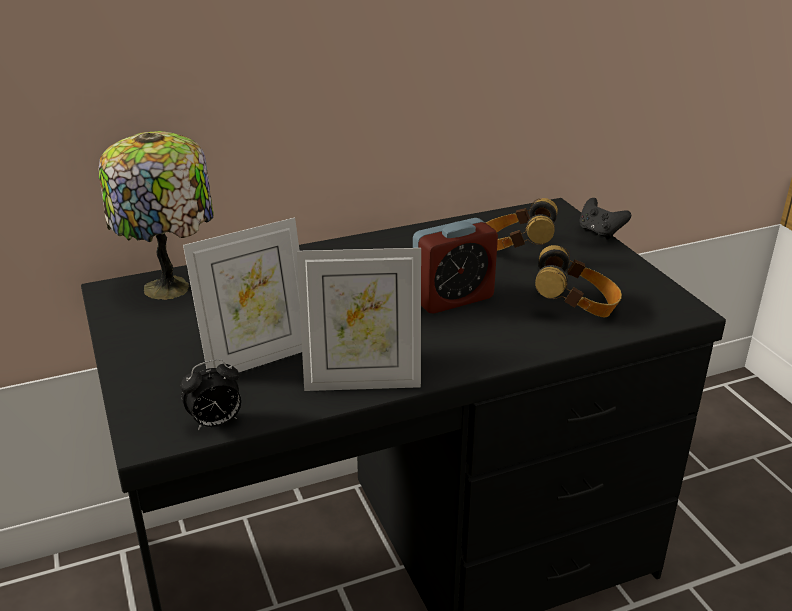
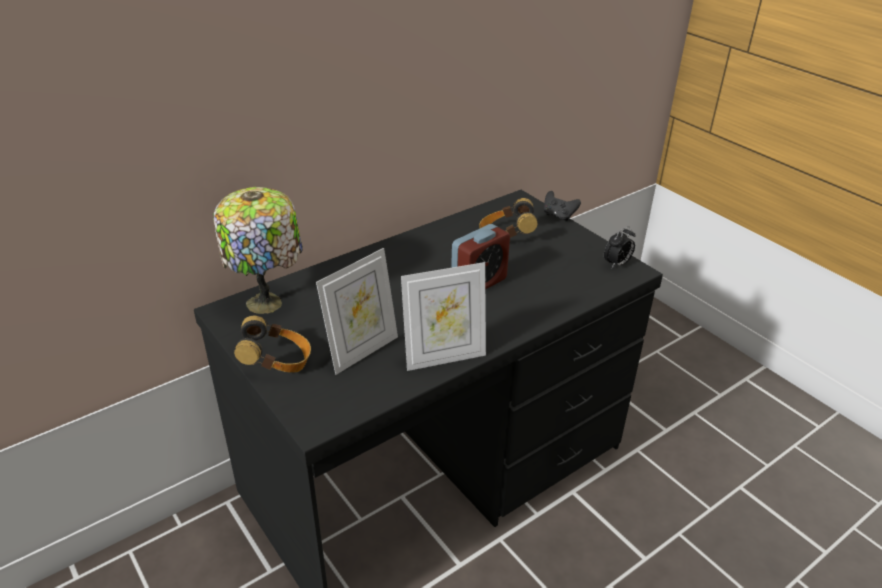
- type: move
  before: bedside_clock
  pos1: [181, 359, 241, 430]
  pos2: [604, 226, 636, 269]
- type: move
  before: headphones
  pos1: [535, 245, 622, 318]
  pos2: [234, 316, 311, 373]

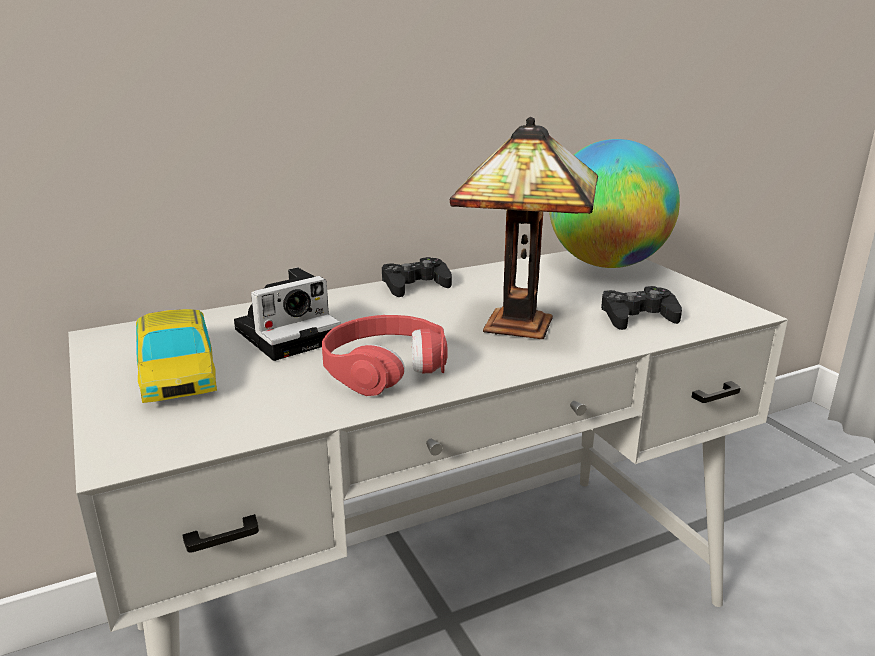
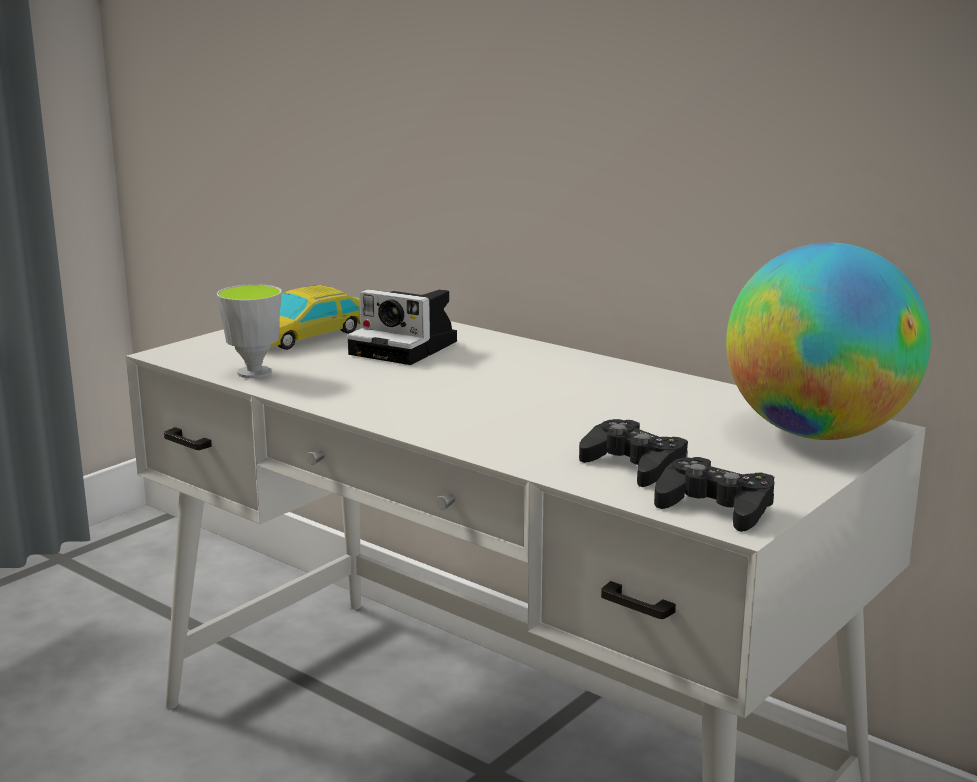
- type: delete
  before: reddish_headphones
  pos1: [322, 315, 448, 396]
- type: move
  before: blackish_gamepad
  pos1: [382, 257, 452, 297]
  pos2: [654, 457, 774, 532]
- type: delete
  before: lamp_for_a_table
  pos1: [449, 117, 598, 339]
- type: insert
  after: drinking_cup
  pos2: [217, 284, 282, 378]

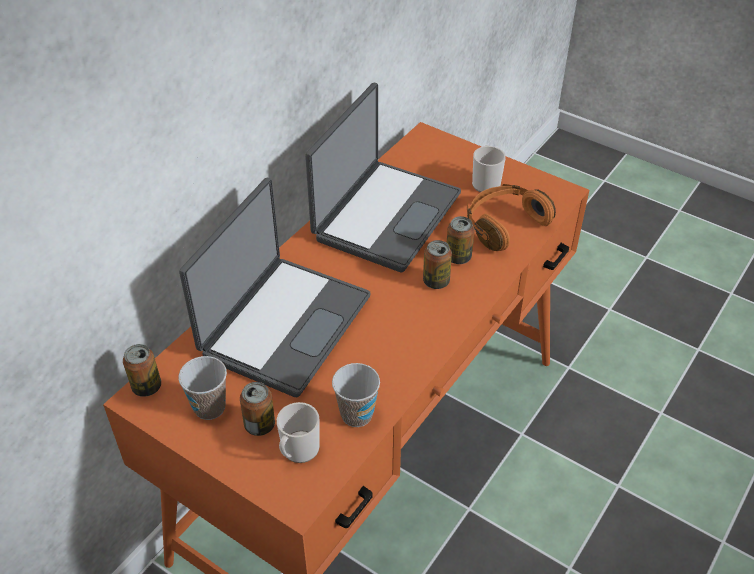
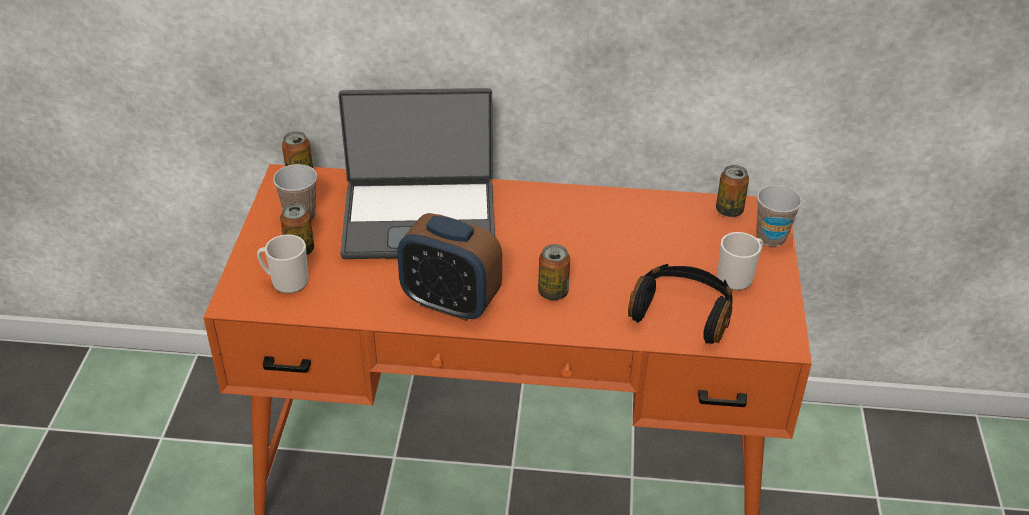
- type: delete
  before: portable_computer
  pos1: [305, 83, 461, 273]
- type: move
  before: drinking_cup
  pos1: [332, 363, 380, 427]
  pos2: [757, 185, 802, 247]
- type: move
  before: sealed_can
  pos1: [447, 216, 475, 264]
  pos2: [716, 165, 749, 217]
- type: recolor
  before: orange-coloured_headphones
  after: blackish_headphones
  pos1: [467, 184, 556, 251]
  pos2: [628, 264, 733, 344]
- type: insert
  after: bedside_clock
  pos2: [397, 213, 502, 321]

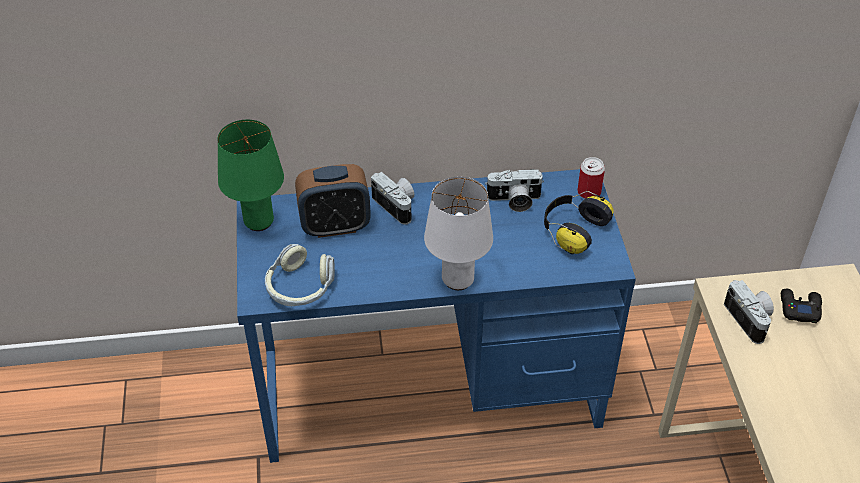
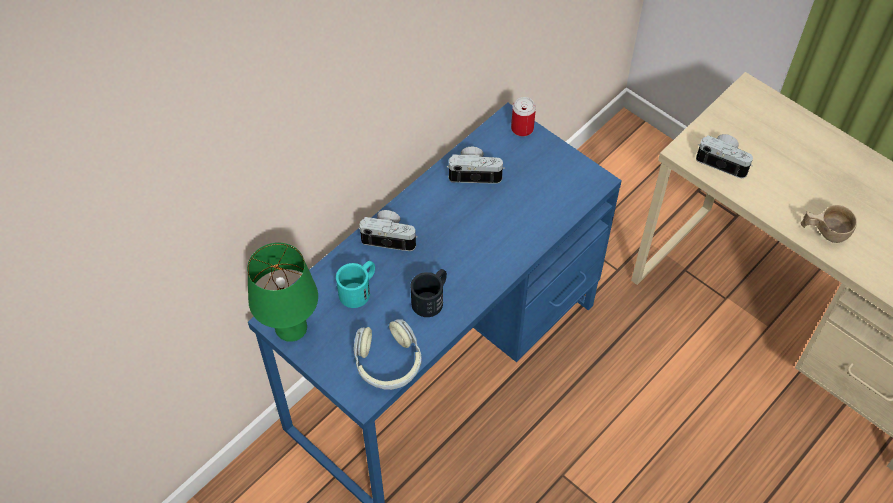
- type: replace
  before: bedside_clock
  after: turquoise_mug
  pos1: [295, 164, 371, 238]
  pos2: [336, 261, 375, 308]
- type: delete
  before: whitish_lamp_for_a_table
  pos1: [424, 177, 493, 290]
- type: rotate
  before: still_camera
  pos1: [485, 169, 544, 212]
  pos2: [448, 147, 505, 184]
  turn: -135
- type: delete
  before: headphones
  pos1: [544, 191, 614, 254]
- type: delete
  before: blackish_gamepad
  pos1: [781, 289, 822, 323]
- type: insert
  after: blackish_mug
  pos2: [410, 269, 447, 317]
- type: insert
  after: beige_drinking_cup
  pos2: [801, 205, 857, 243]

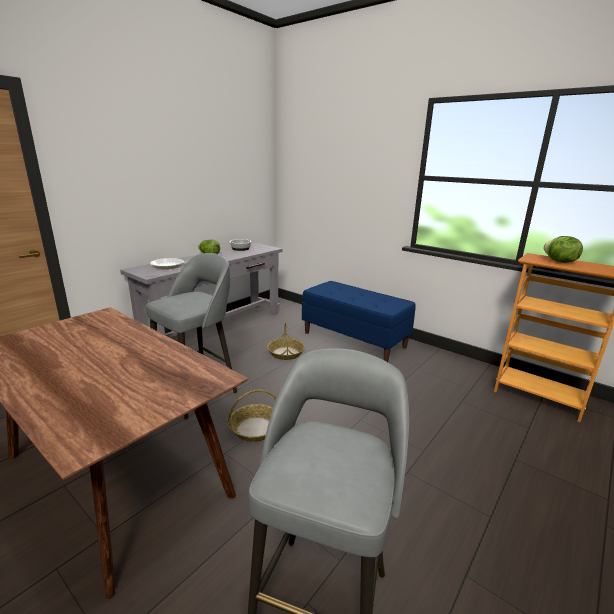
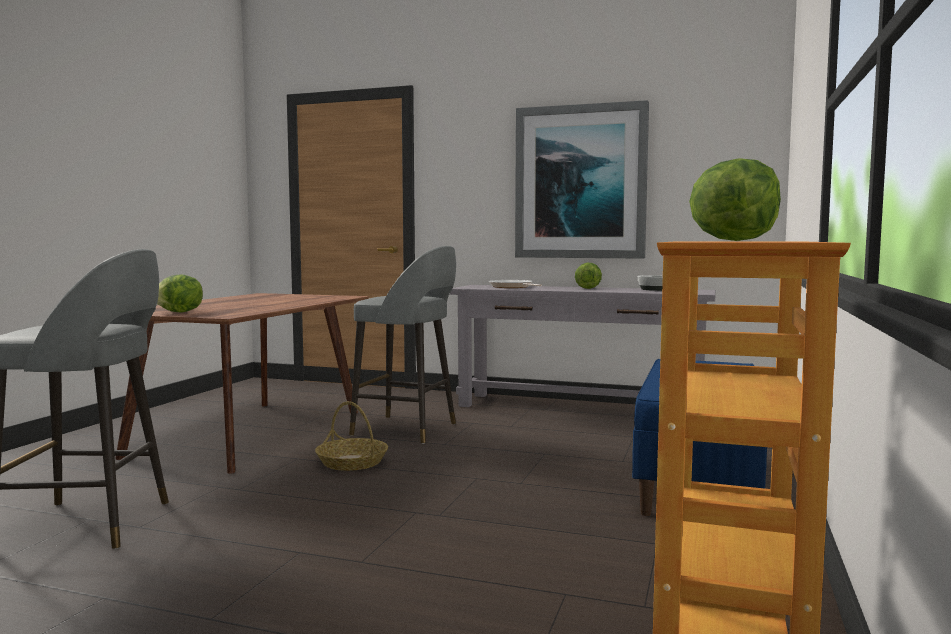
- type: delete
  before: household_basket
  pos1: [267, 322, 305, 360]
- type: insert
  after: head_of_lettuce
  pos2: [157, 274, 203, 312]
- type: insert
  after: wall_picture
  pos2: [515, 100, 649, 259]

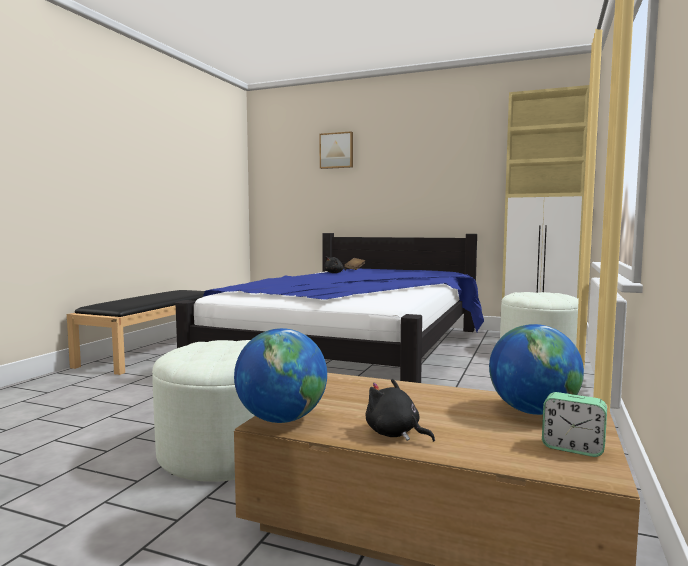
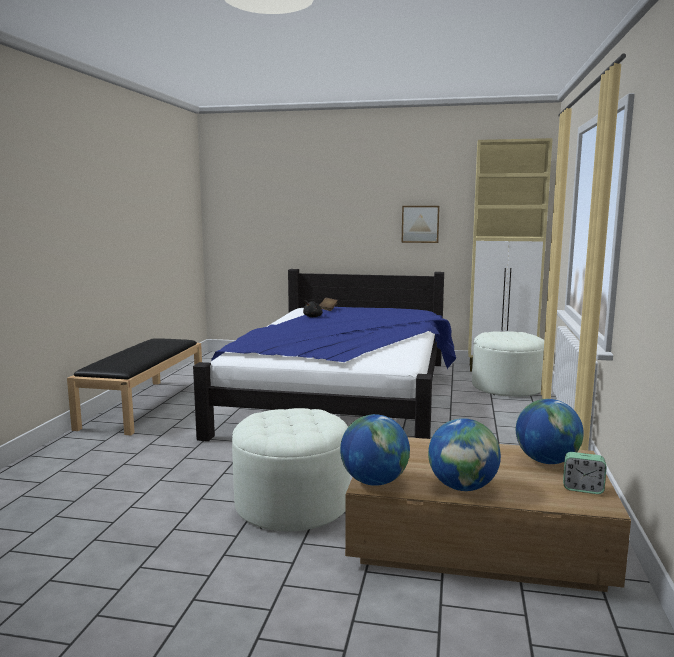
- type: move
  before: wall_picture
  pos1: [320, 131, 353, 169]
  pos2: [402, 206, 440, 243]
- type: replace
  before: blackish_soft_toy
  after: globe
  pos1: [365, 379, 435, 442]
  pos2: [428, 418, 501, 491]

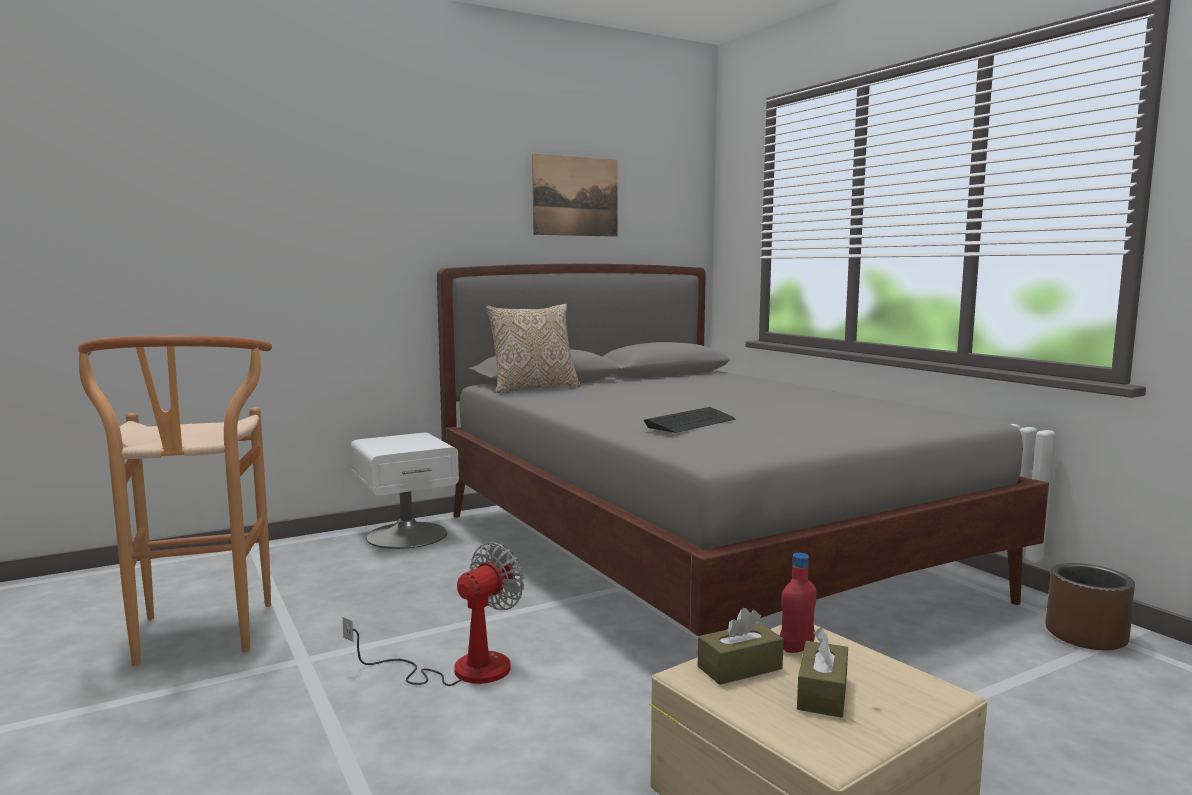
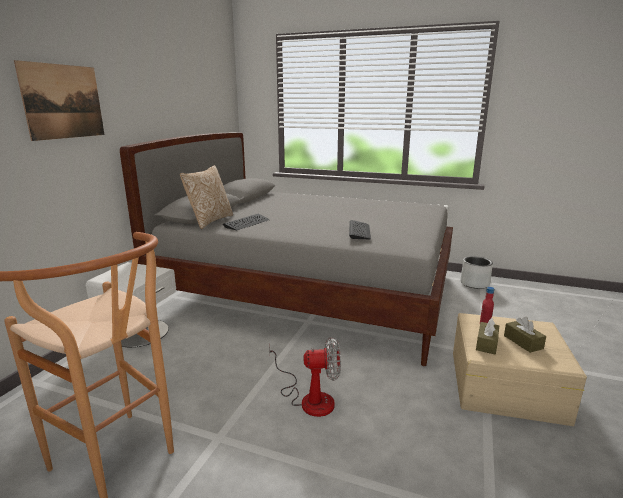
- type: rotate
  before: cooling_fan
  pos1: [343, 542, 524, 686]
  pos2: [269, 337, 341, 417]
  turn: 90
- type: move
  before: wall_picture
  pos1: [532, 154, 618, 237]
  pos2: [14, 60, 104, 141]
- type: recolor
  before: brownish_flower_pot
  after: greyish_flower_pot
  pos1: [1045, 563, 1135, 651]
  pos2: [460, 256, 493, 289]
- type: insert
  after: keyboard
  pos2: [223, 214, 269, 230]

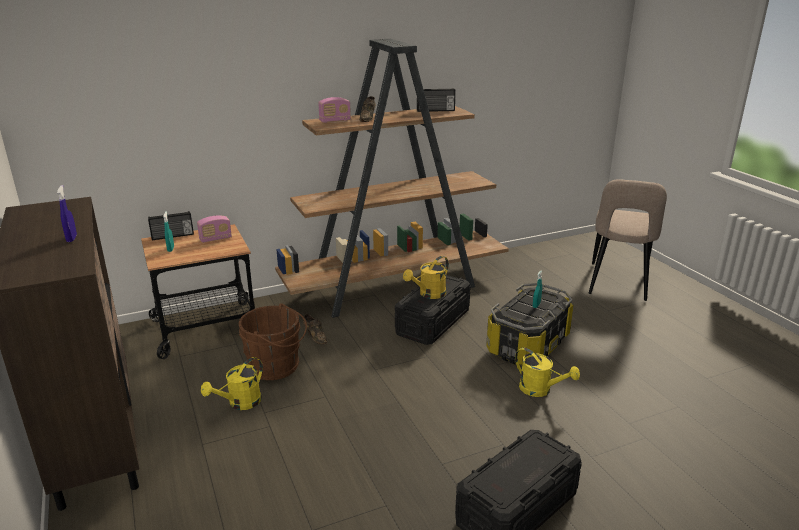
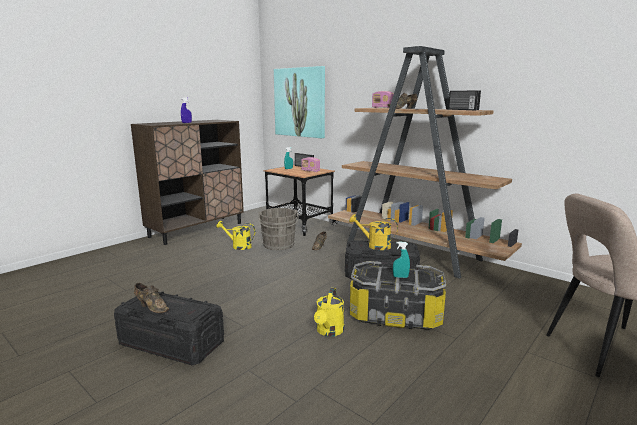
- type: recolor
  before: brownish_pail
  after: greyish_pail
  pos1: [239, 303, 307, 380]
  pos2: [258, 208, 299, 250]
- type: insert
  after: brownish_low_shoe
  pos2: [134, 283, 169, 313]
- type: insert
  after: wall_picture
  pos2: [274, 66, 325, 138]

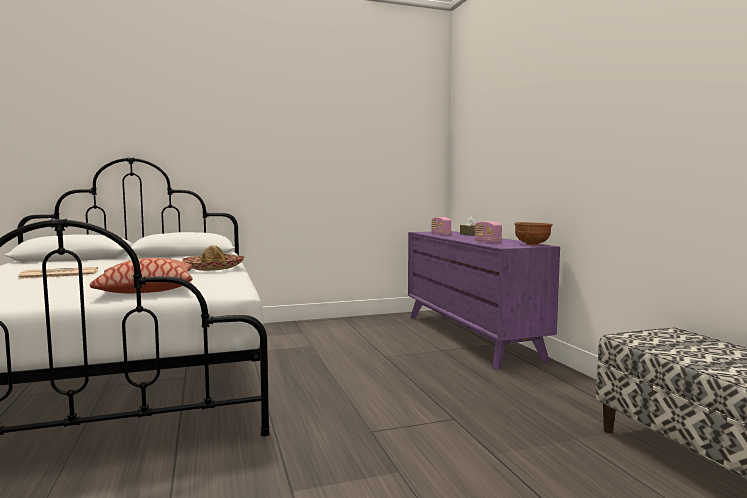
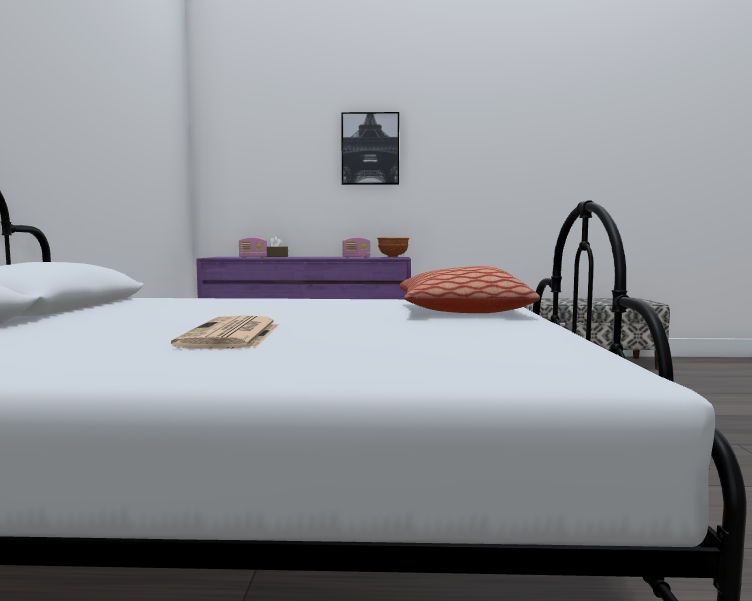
- type: delete
  before: hat
  pos1: [182, 245, 245, 271]
- type: insert
  after: wall_picture
  pos2: [341, 112, 399, 185]

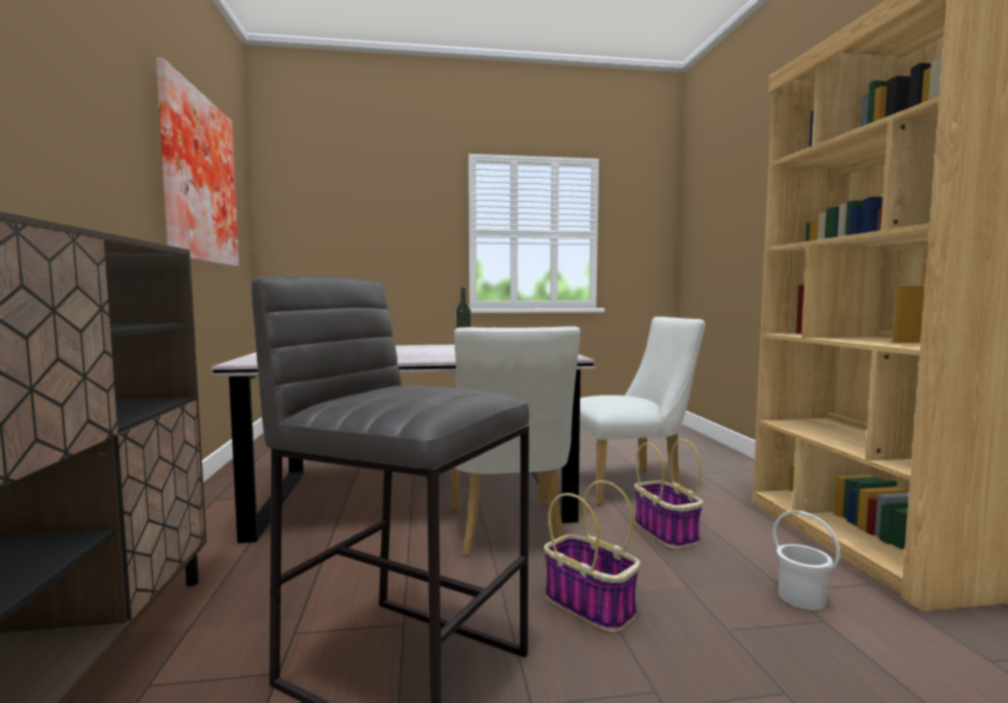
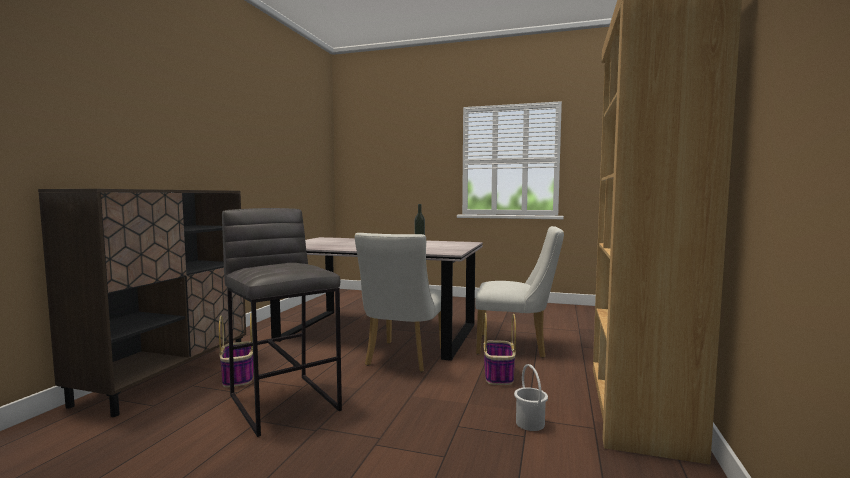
- type: delete
  before: wall_picture
  pos1: [156, 58, 239, 266]
- type: move
  before: household_basket
  pos1: [544, 480, 640, 633]
  pos2: [219, 314, 254, 388]

